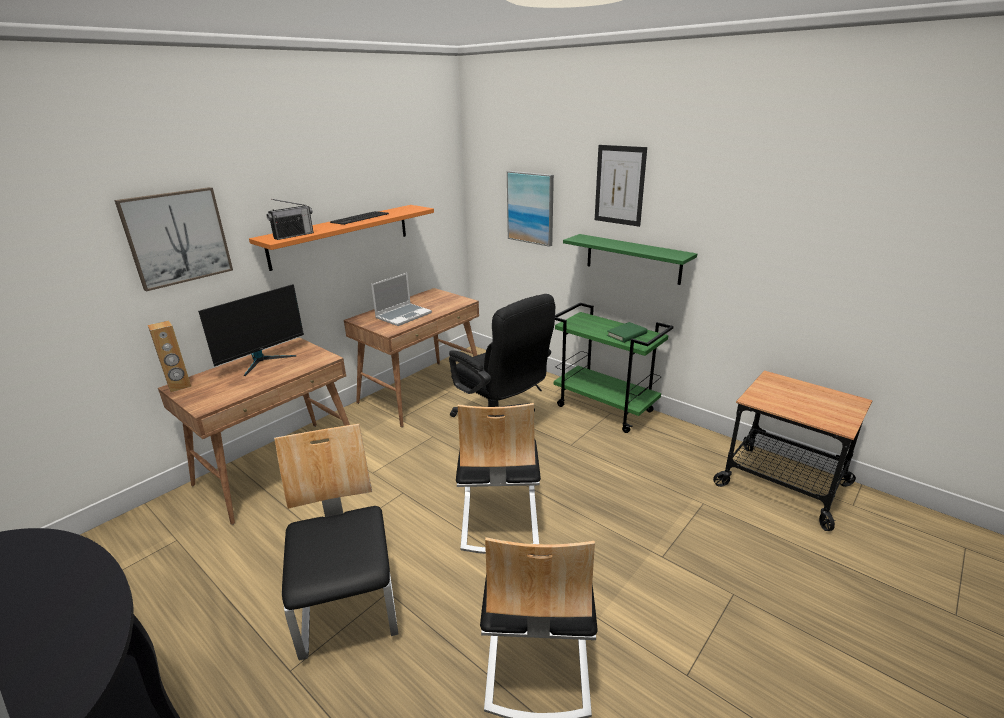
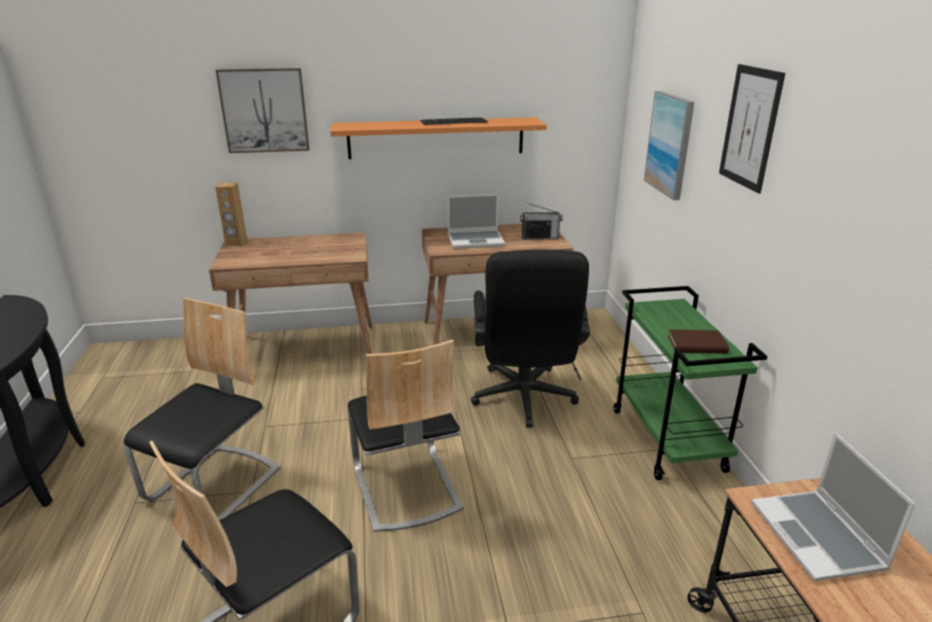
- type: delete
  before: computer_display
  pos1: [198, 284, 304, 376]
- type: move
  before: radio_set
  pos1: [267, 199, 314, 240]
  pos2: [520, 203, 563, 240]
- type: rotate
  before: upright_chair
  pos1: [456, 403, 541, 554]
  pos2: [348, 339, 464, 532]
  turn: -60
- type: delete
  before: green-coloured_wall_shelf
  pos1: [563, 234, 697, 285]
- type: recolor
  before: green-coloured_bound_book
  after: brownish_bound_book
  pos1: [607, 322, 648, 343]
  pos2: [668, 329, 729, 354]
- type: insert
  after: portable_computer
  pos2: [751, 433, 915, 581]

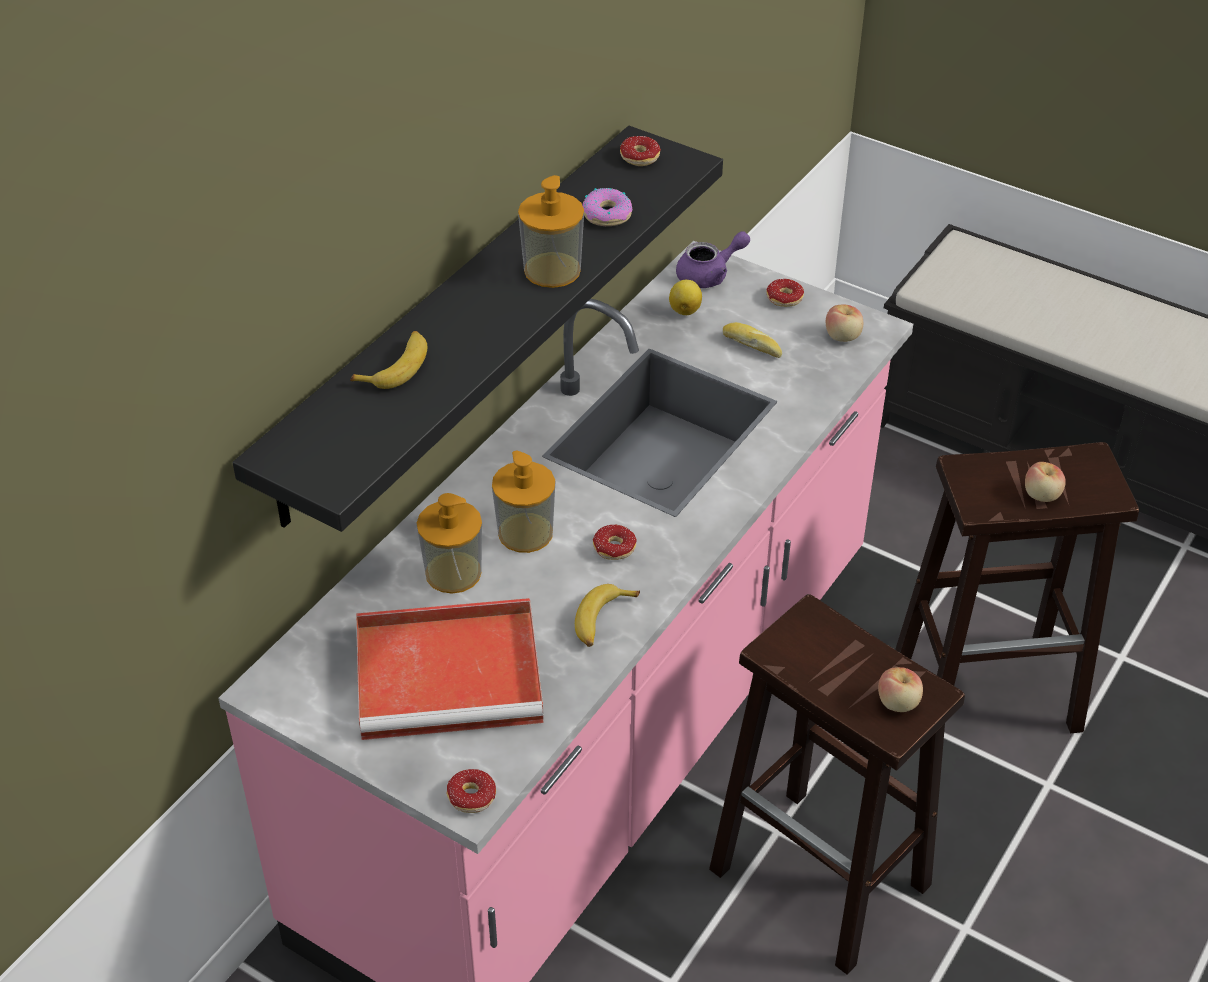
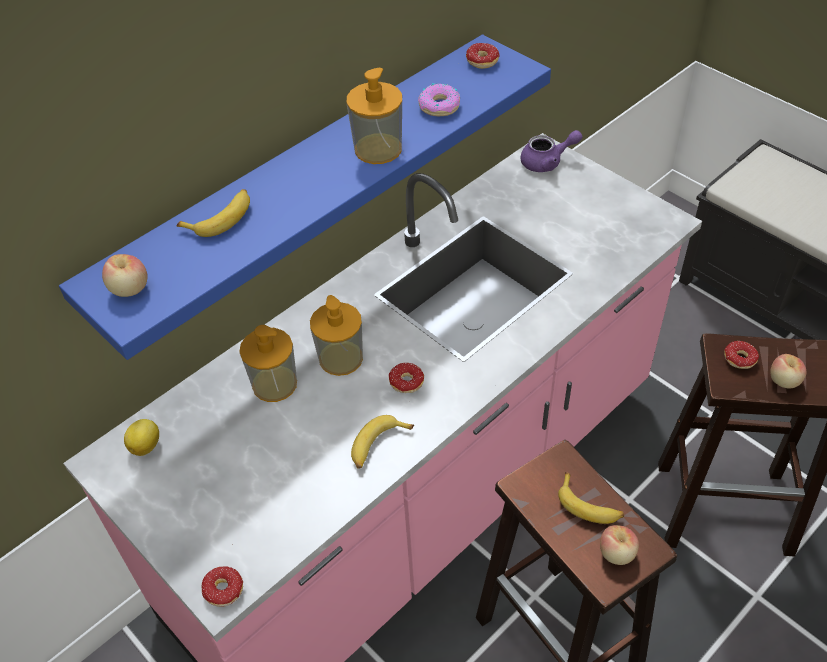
- type: recolor
  before: blackish_wall_shelf
  after: bluish_wall_shelf
  pos1: [233, 126, 723, 532]
  pos2: [59, 34, 551, 360]
- type: delete
  before: reddish_serving_tray
  pos1: [356, 598, 544, 740]
- type: move
  before: lemon
  pos1: [669, 280, 702, 315]
  pos2: [124, 419, 159, 456]
- type: delete
  before: bread
  pos1: [723, 322, 782, 358]
- type: move
  before: doughnut
  pos1: [766, 279, 804, 309]
  pos2: [724, 341, 759, 369]
- type: move
  before: whole_apple
  pos1: [826, 304, 863, 342]
  pos2: [102, 254, 148, 297]
- type: insert
  after: whole_banana
  pos2: [558, 472, 624, 524]

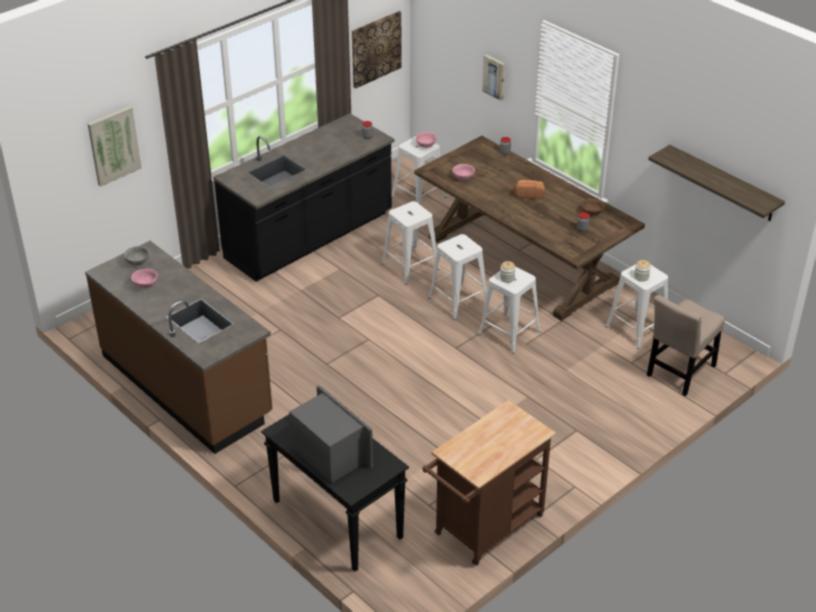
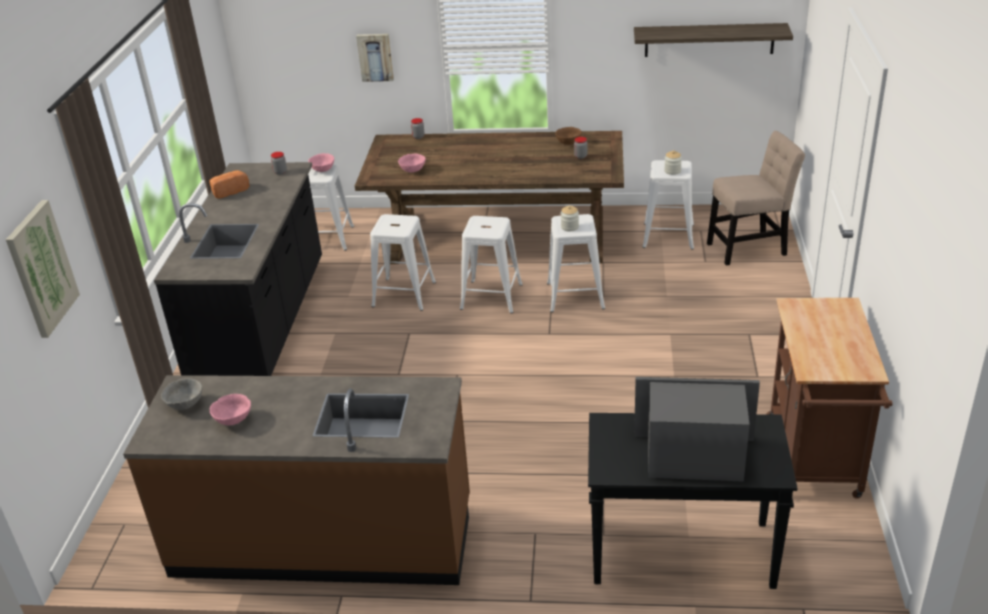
- type: delete
  before: wall_picture
  pos1: [352, 11, 402, 88]
- type: move
  before: bread
  pos1: [515, 180, 545, 199]
  pos2: [209, 170, 249, 199]
- type: rotate
  before: beige_upright_chair
  pos1: [647, 295, 725, 396]
  pos2: [707, 131, 805, 265]
  turn: -105

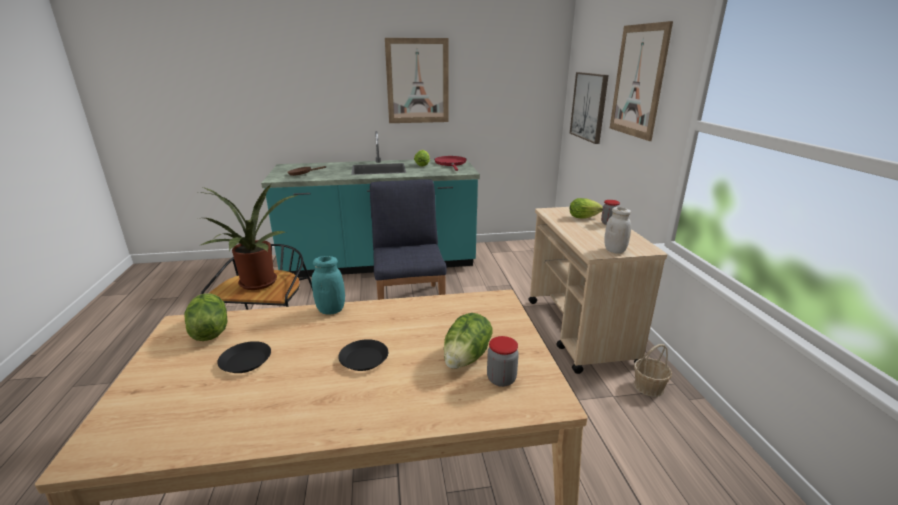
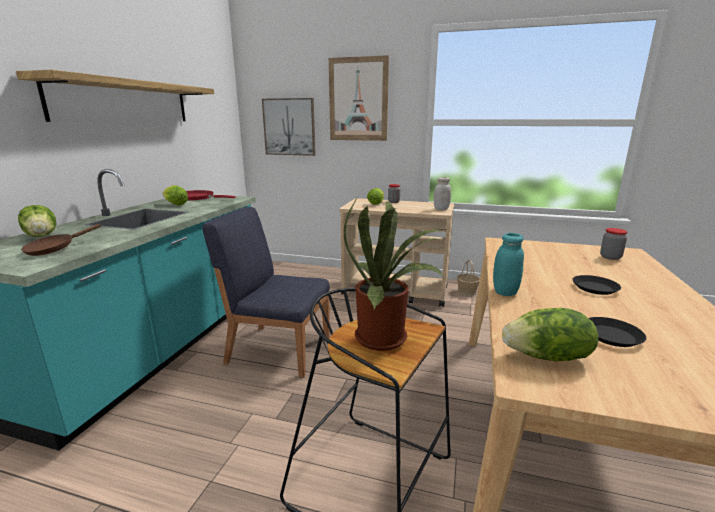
- type: replace
  before: wall_picture
  after: wall_shelf
  pos1: [385, 38, 449, 123]
  pos2: [16, 69, 214, 122]
- type: move
  before: head_of_lettuce
  pos1: [444, 313, 492, 369]
  pos2: [18, 205, 56, 237]

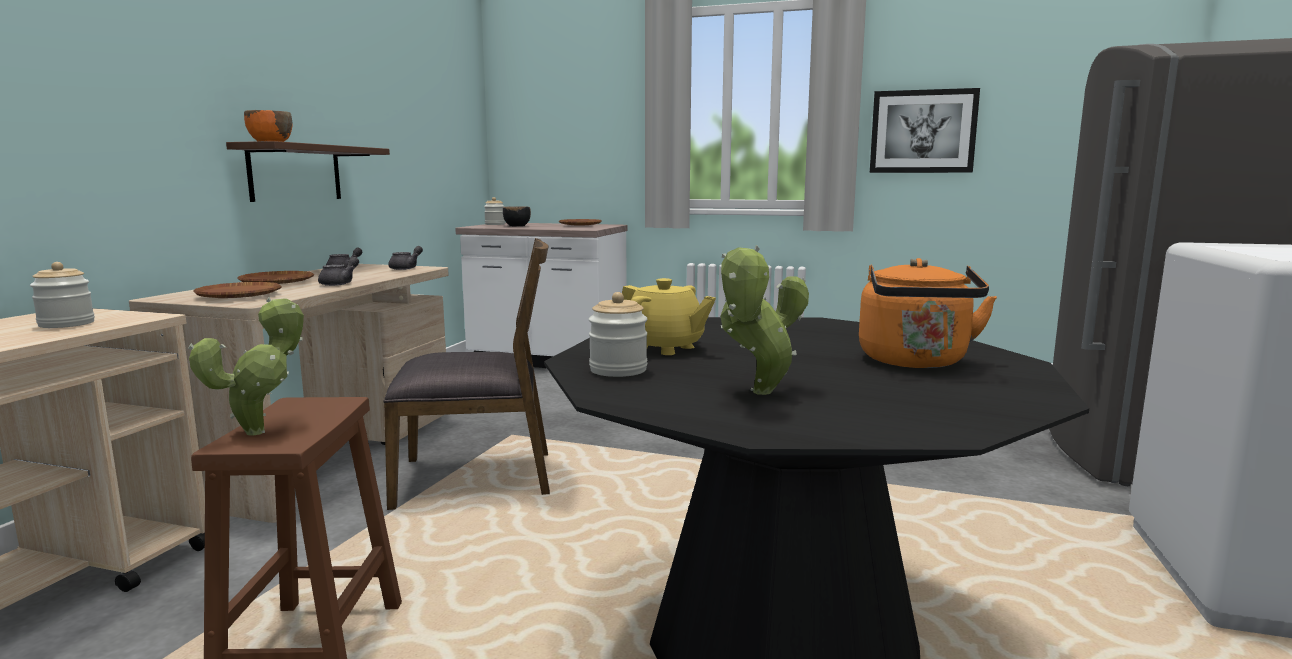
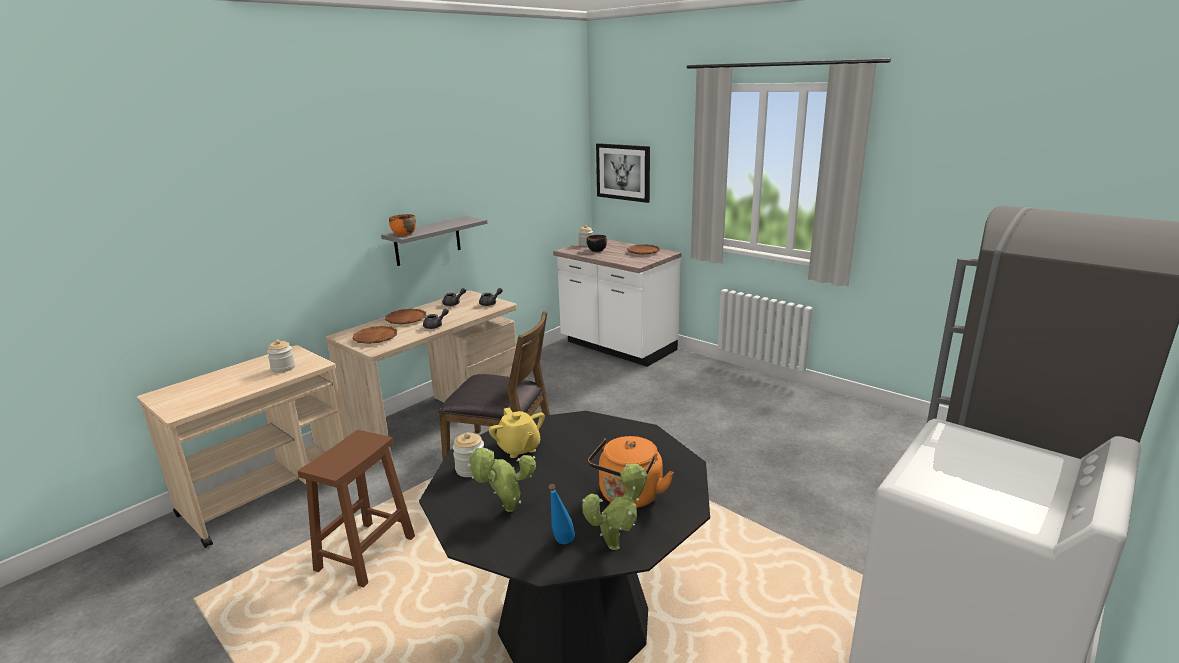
- type: move
  before: plant_in_a_pot
  pos1: [188, 297, 304, 435]
  pos2: [582, 463, 647, 550]
- type: recolor
  before: brownish_wall_shelf
  after: greyish_wall_shelf
  pos1: [226, 141, 390, 202]
  pos2: [381, 216, 487, 266]
- type: move
  before: wall_picture
  pos1: [870, 88, 980, 173]
  pos2: [596, 143, 650, 203]
- type: insert
  after: bluish_drink_bottle
  pos2: [549, 484, 575, 544]

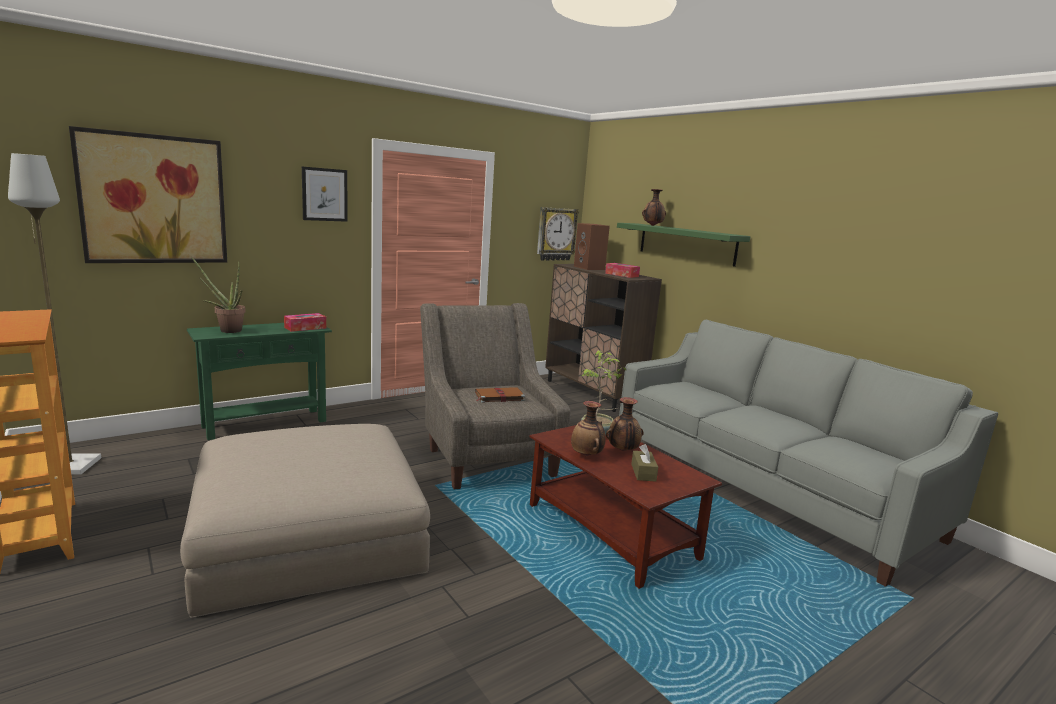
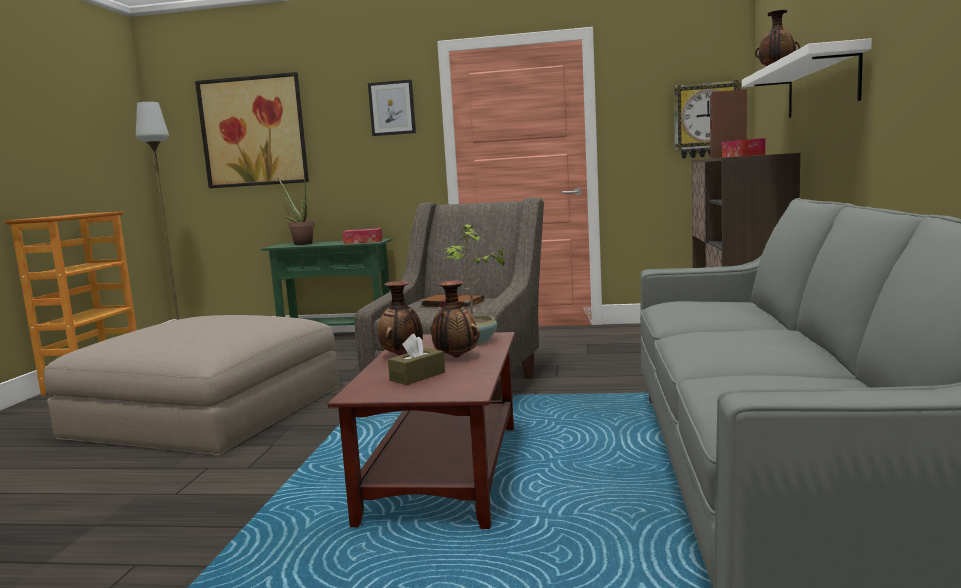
- type: recolor
  before: green-coloured_wall_shelf
  after: whitish_wall_shelf
  pos1: [617, 223, 750, 267]
  pos2: [742, 38, 872, 118]

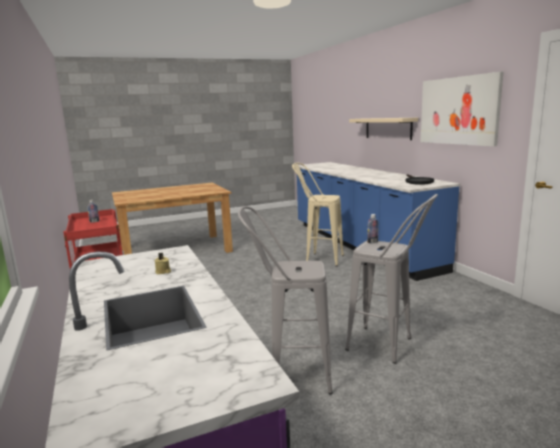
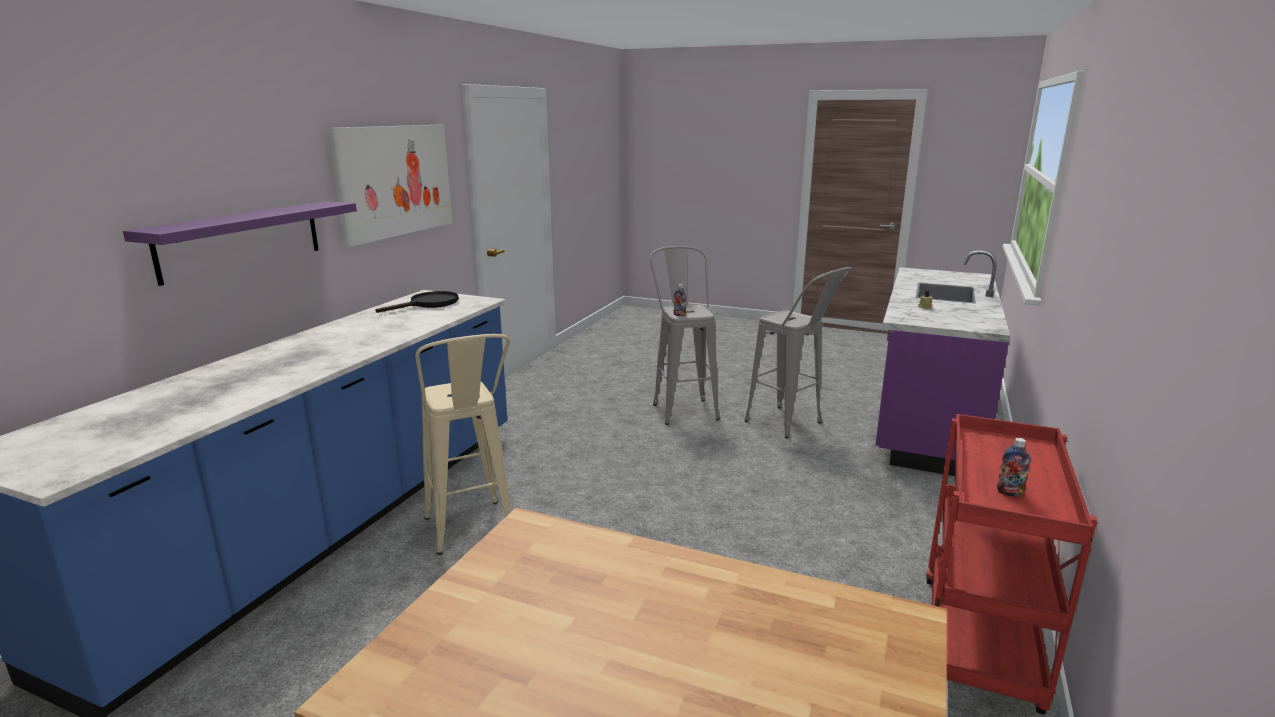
- type: recolor
  before: beige_wall_shelf
  after: purple-coloured_wall_shelf
  pos1: [349, 118, 418, 140]
  pos2: [123, 201, 357, 286]

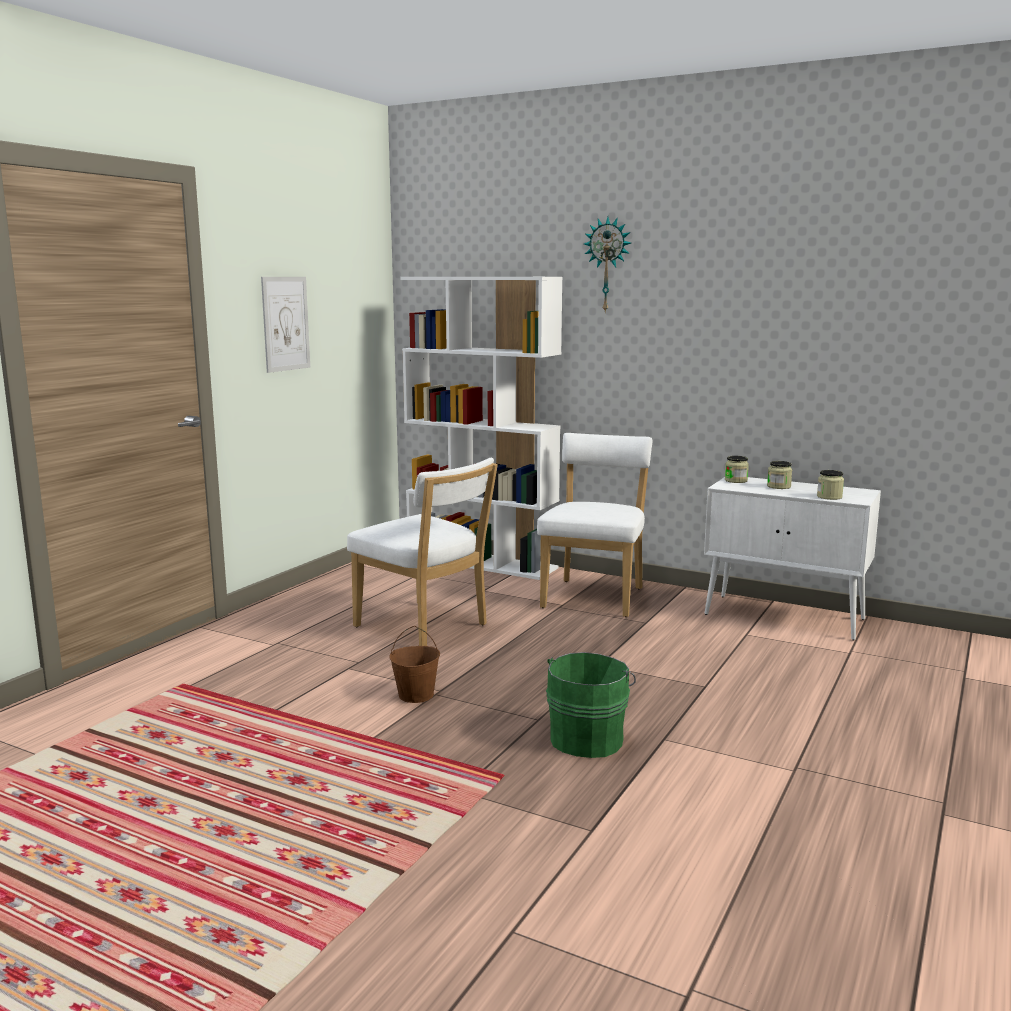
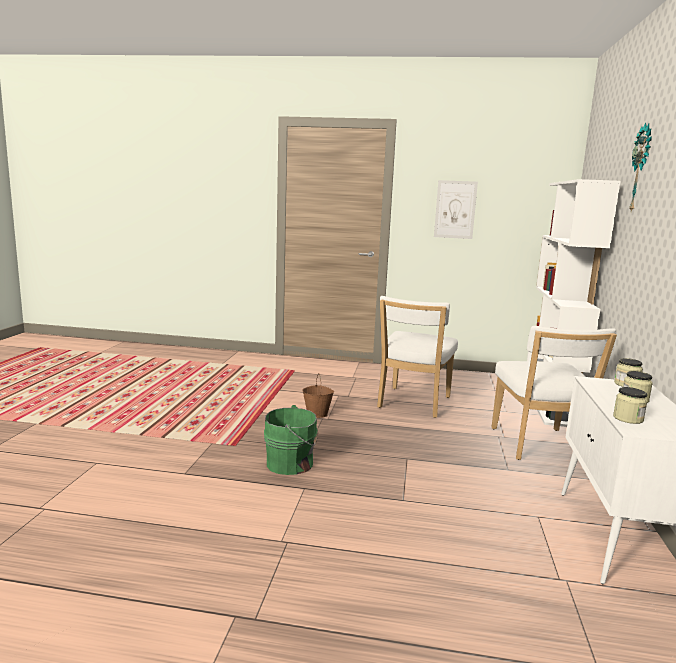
- type: rotate
  before: whitish_upright_chair
  pos1: [537, 433, 652, 617]
  pos2: [492, 326, 617, 460]
  turn: 90

